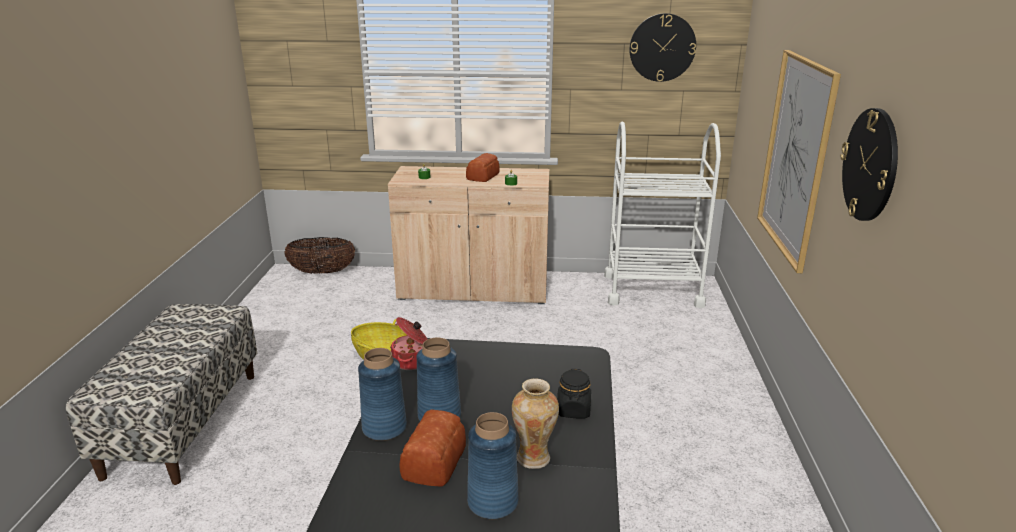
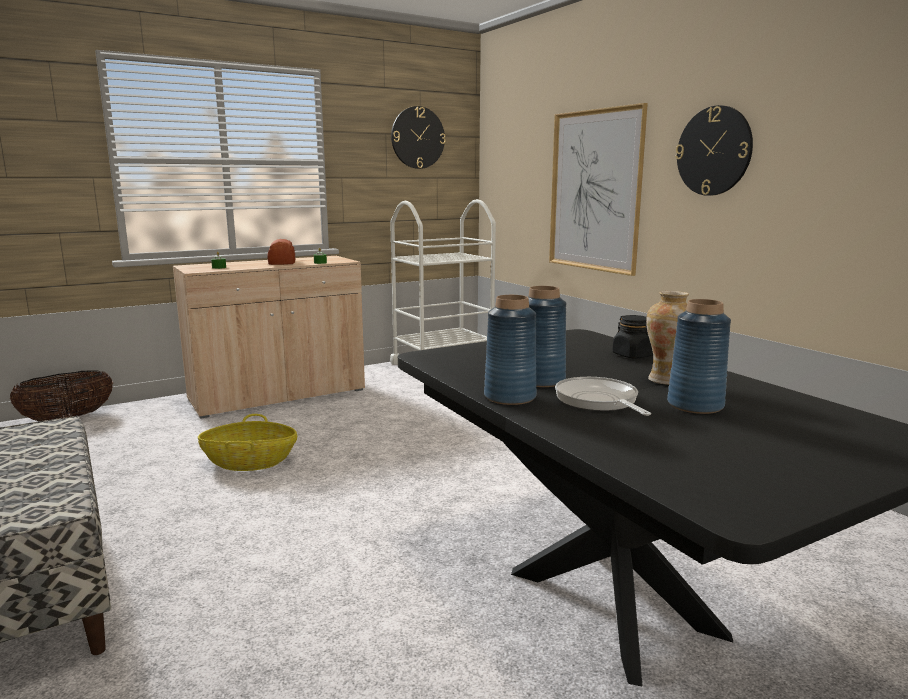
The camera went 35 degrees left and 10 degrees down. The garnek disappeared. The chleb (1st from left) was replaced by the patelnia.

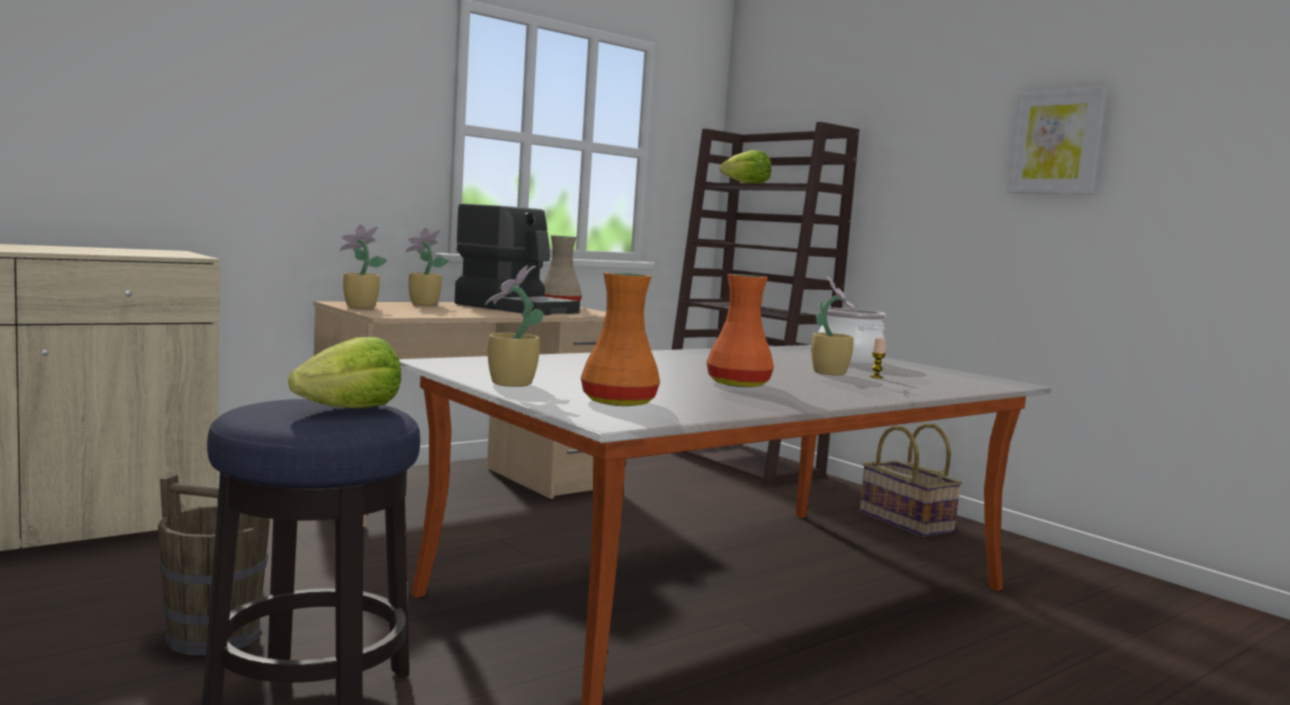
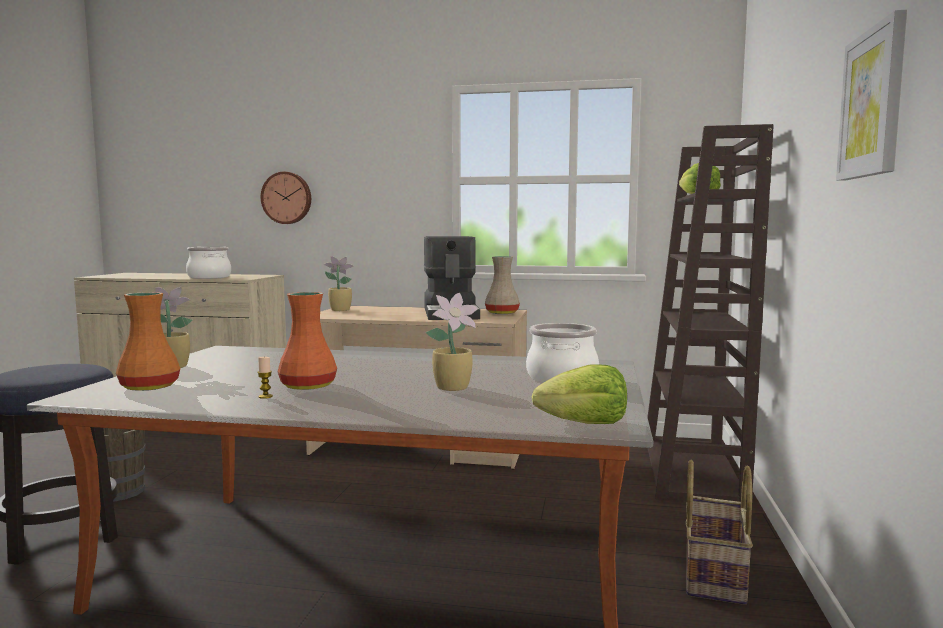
The camera went 50 degrees right and 0 degrees up. The roślina doniczkowa (2nd from left) disappeared. The sałata (1st from left) moved. The świeca moved. The zegar ścienny appeared. The garnek (1st from left) appeared.

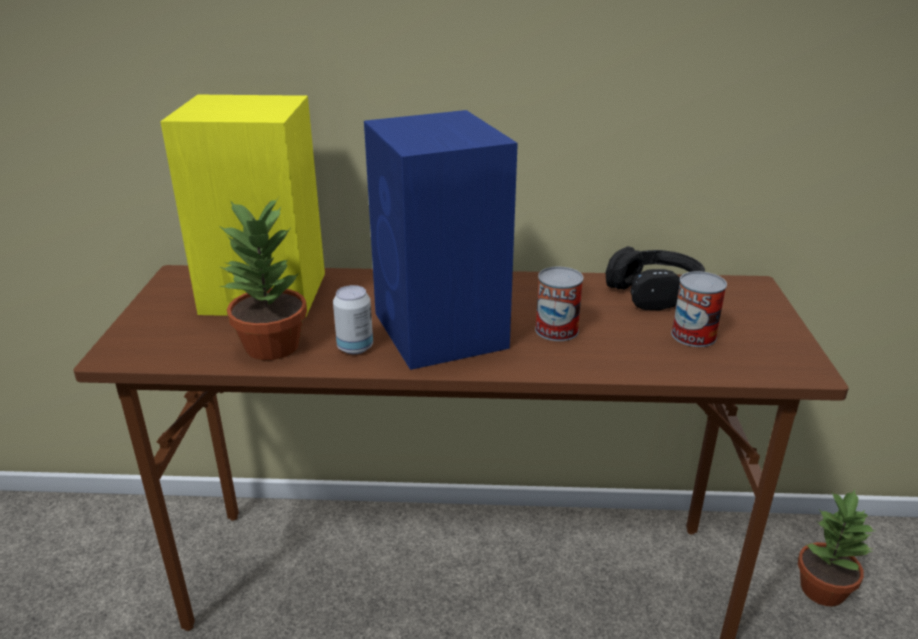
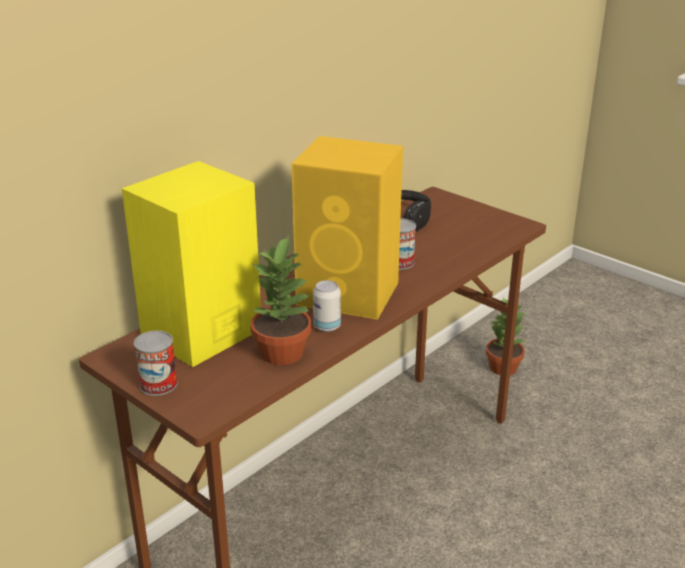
The camera went 50 degrees left and 0 degrees up. The głośnik [niebieski] became the głośnik [żółty] (2nd from left). The puszka (3rd from left in the first image) moved.

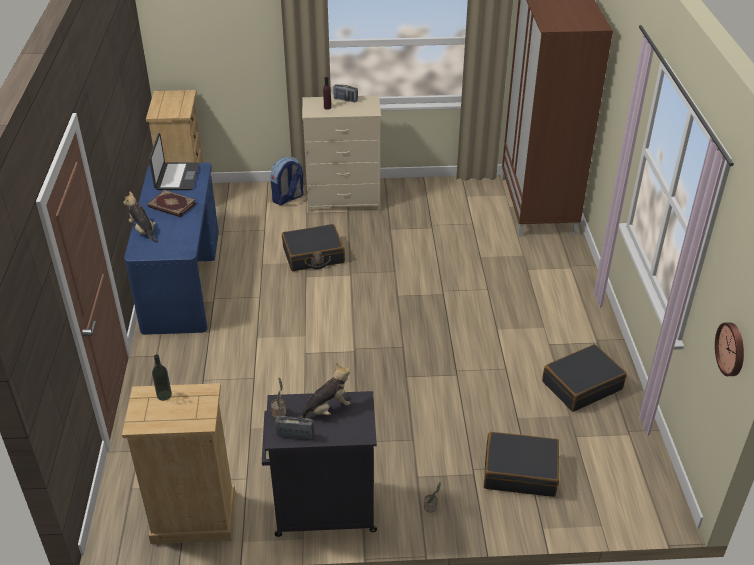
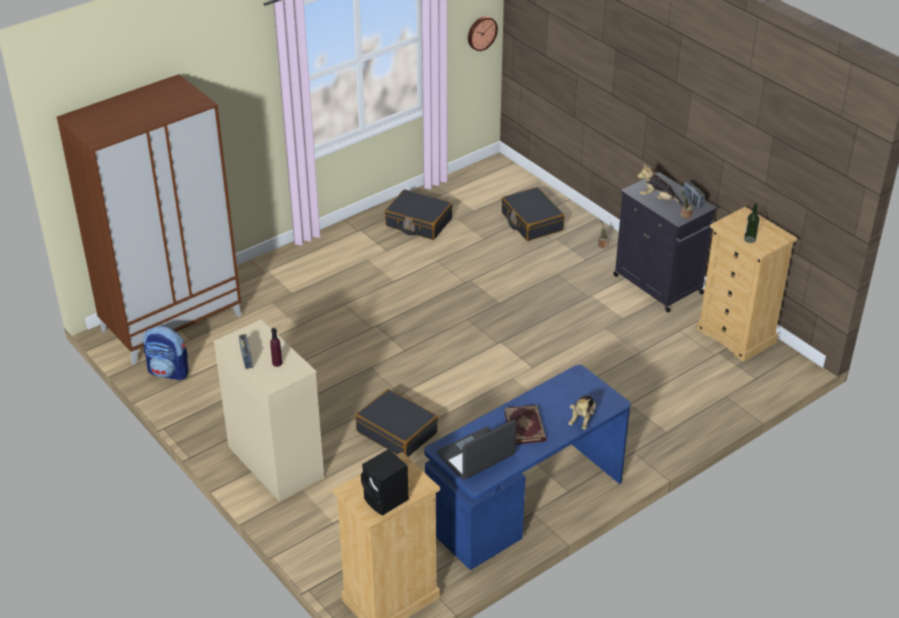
The camera went 125 degrees left and 0 degrees up. The plecak moved. The głośnik [czarny] appeared.

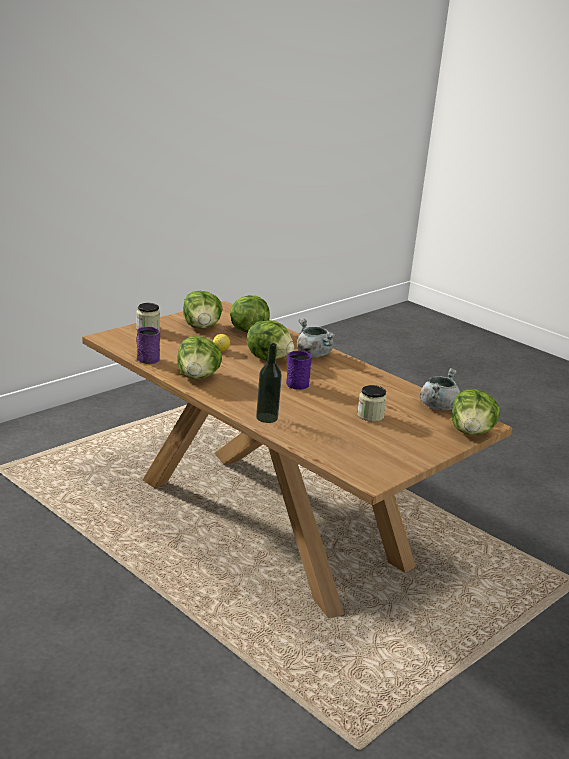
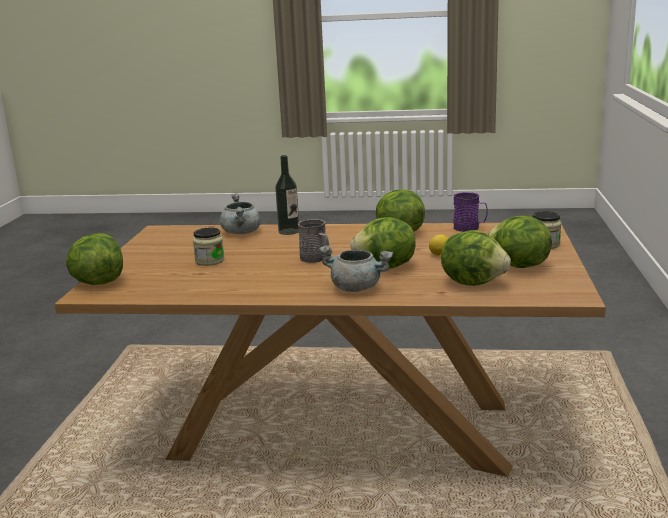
The camera went 145 degrees right and 5 degrees down. The kubek [fioletowy] (2nd from left) became the kubek [szary]. The garnek [szary] (2nd from left in the first image) moved.

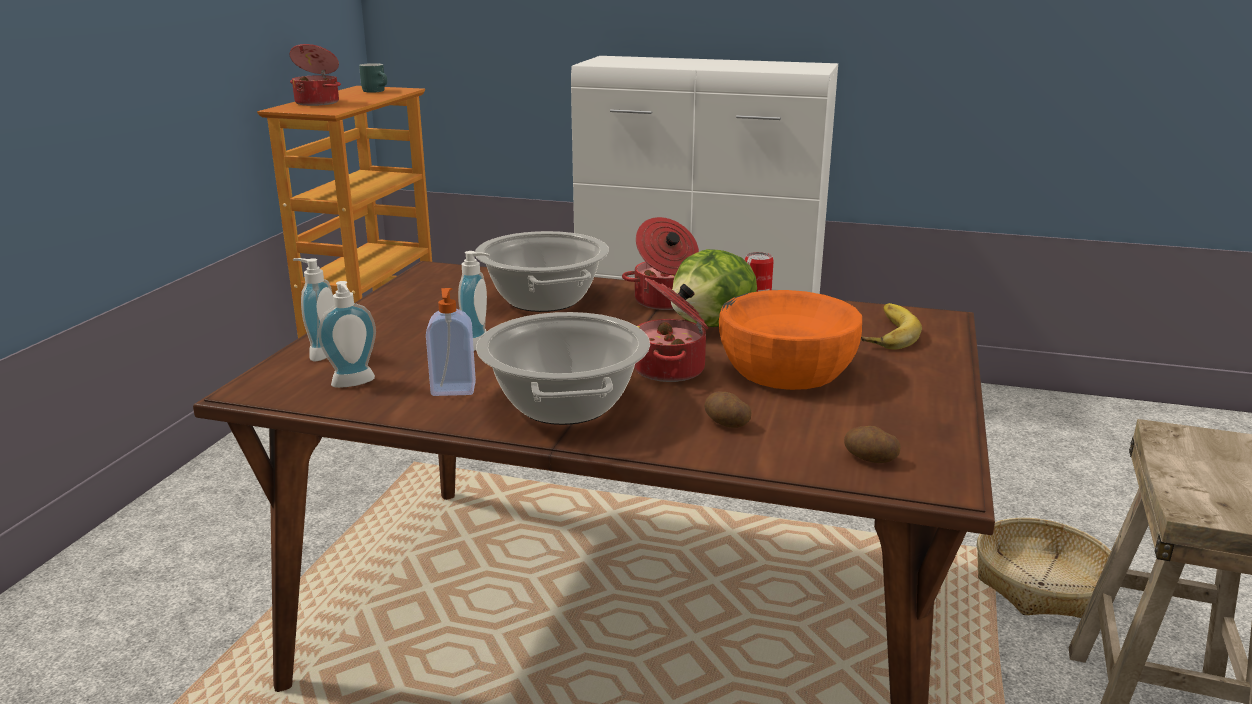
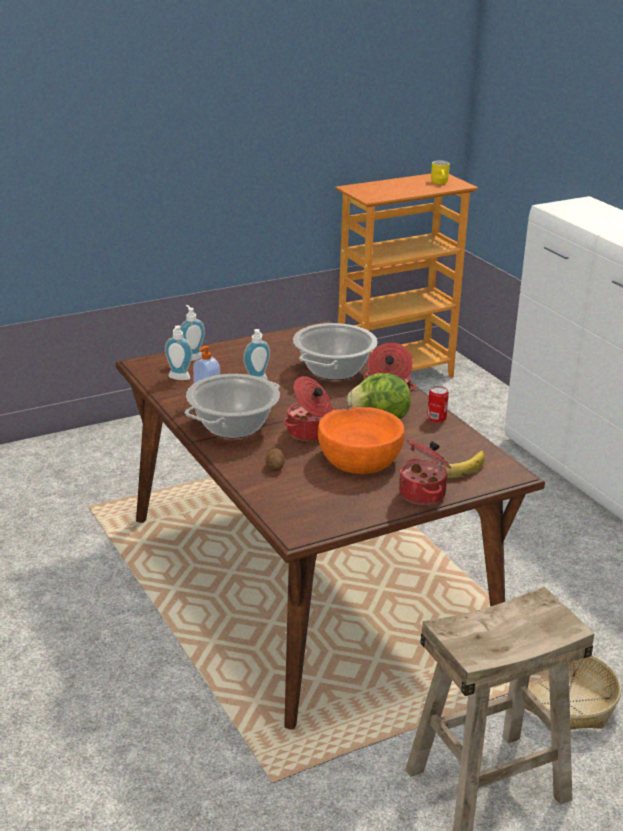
The camera went 45 degrees right and 5 degrees up. The garnek (1st from left in the first image) moved. The kubek [turkusowy] became the kubek [żółty]. The ziemniak (2nd from left) disappeared.

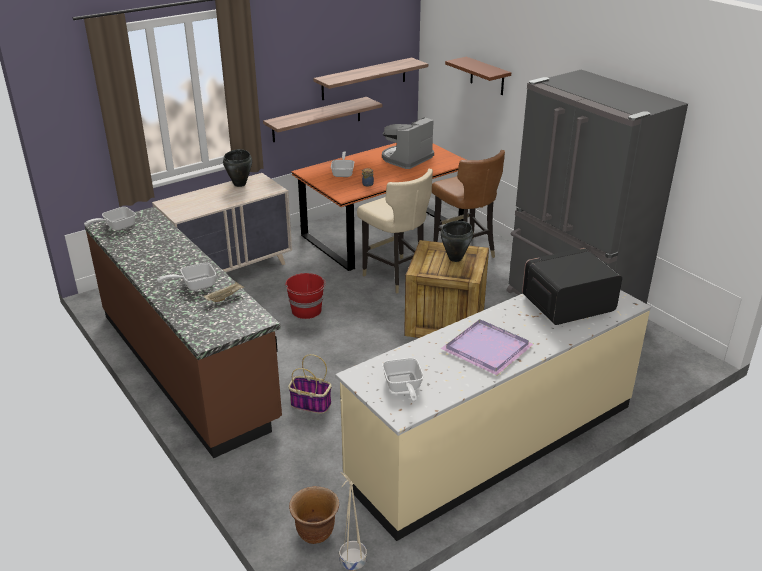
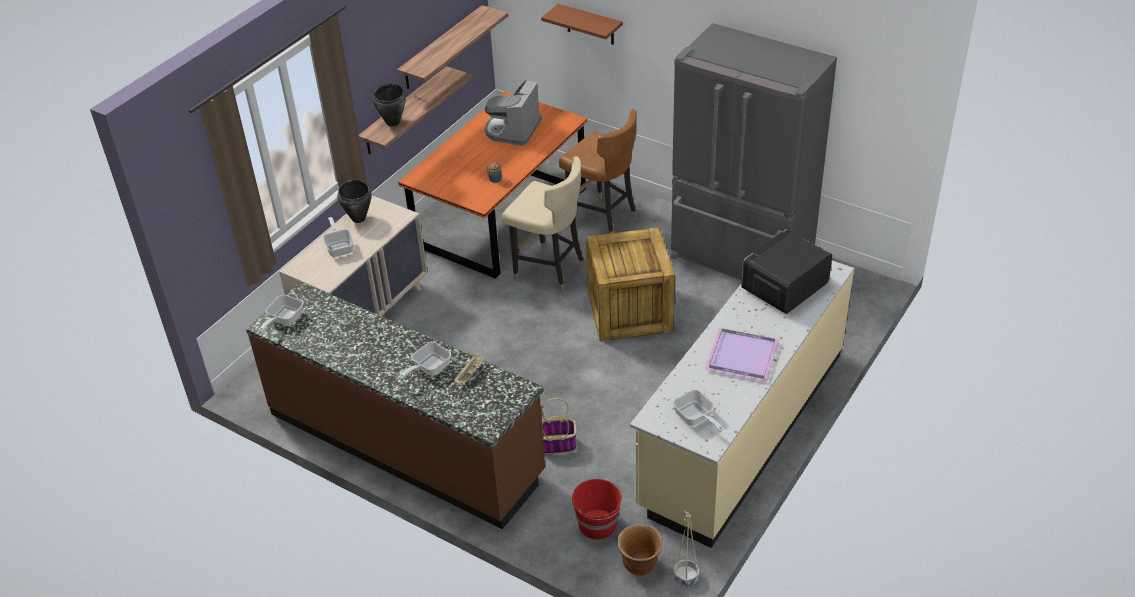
The camera went 20 degrees left and 10 degrees up. The patelnia (3rd from left in the first image) moved. The garnek [czarny] (2nd from left) moved. The wiadro [czerwony] moved.

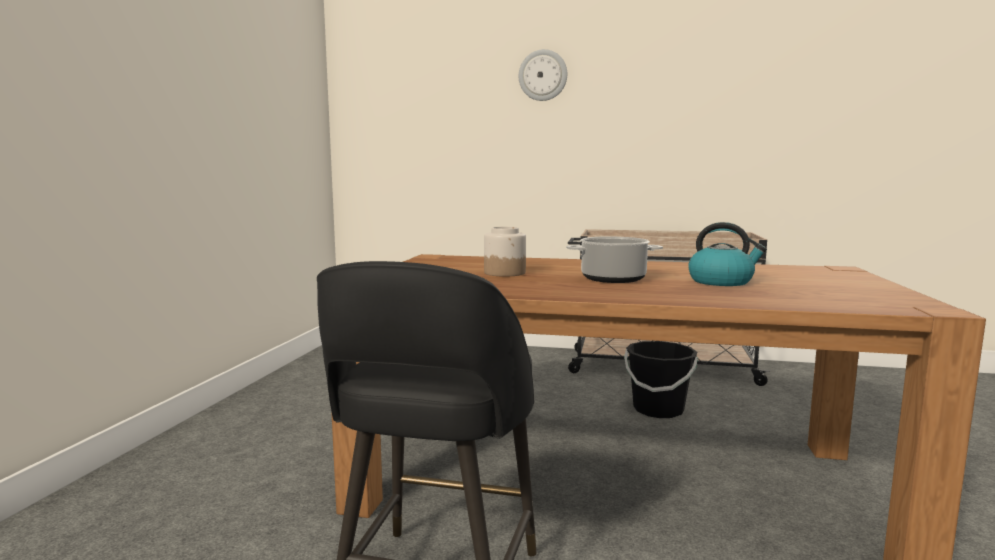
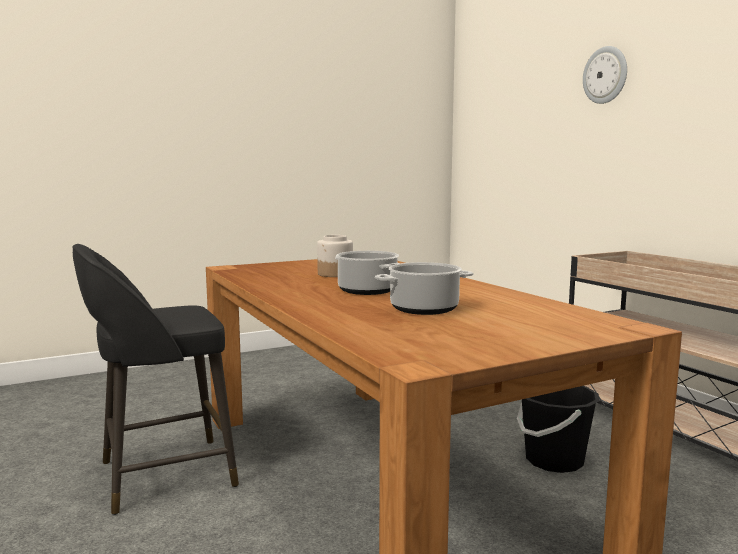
The camera went 50 degrees right and 0 degrees up. The czajnik was replaced by the garnek (2nd from left).

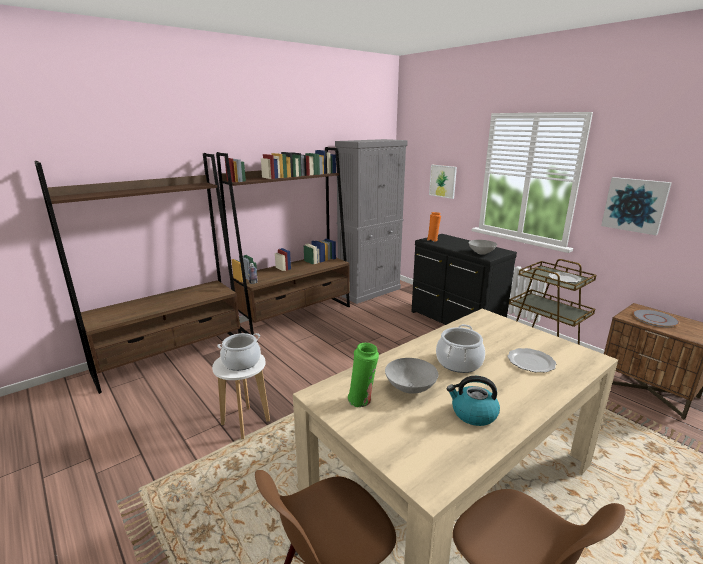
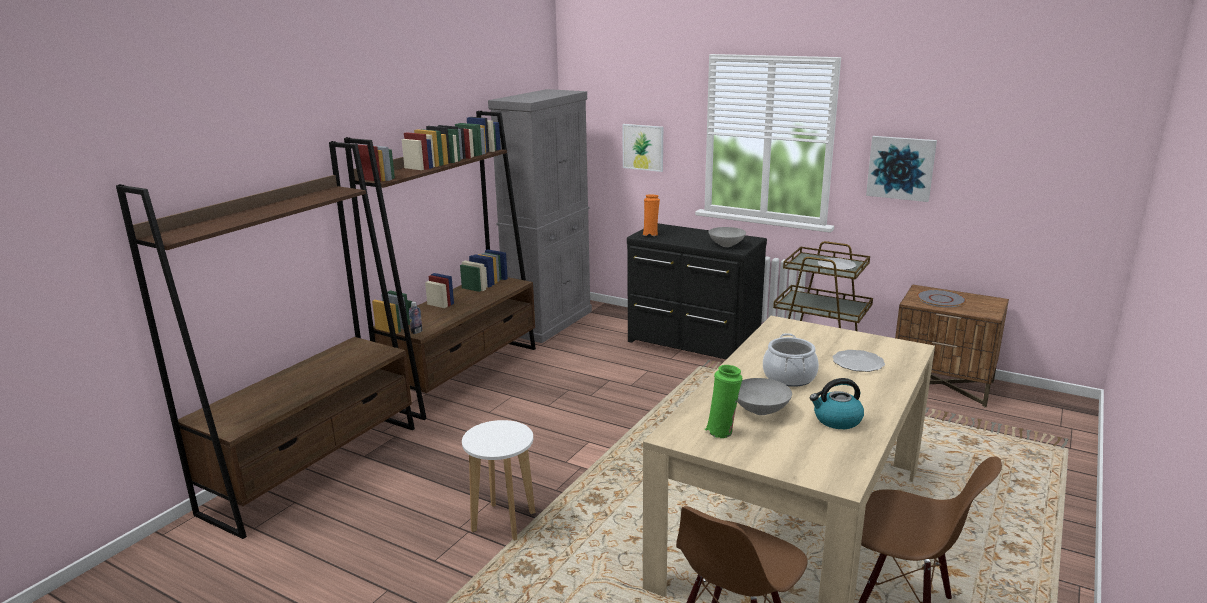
The camera went 20 degrees left and 0 degrees up. The garnek (1st from left) disappeared.

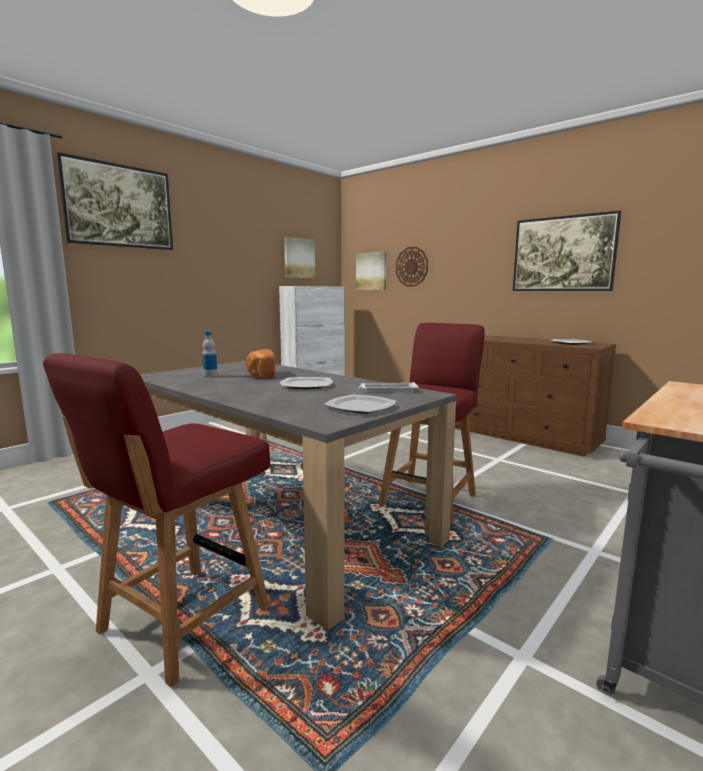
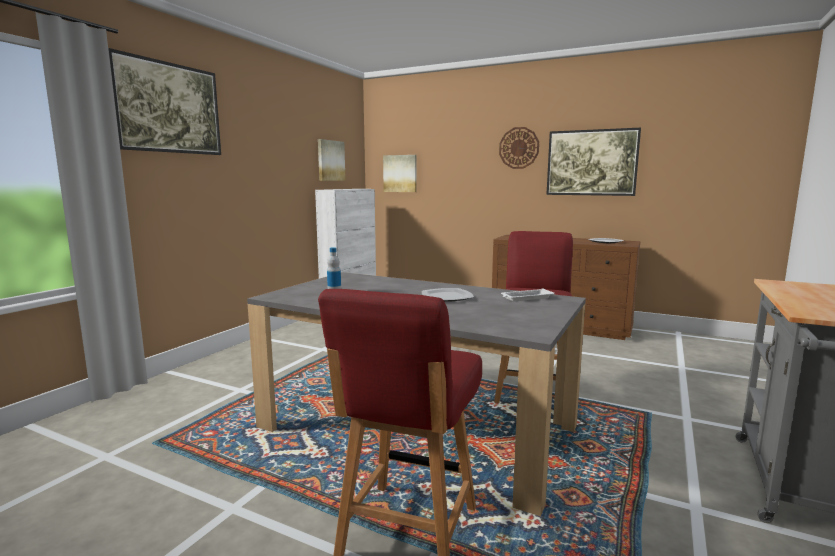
The camera went 15 degrees left and 0 degrees up. The zegar ścienny moved. The chleb disappeared. The talerz (2nd from left) disappeared.

